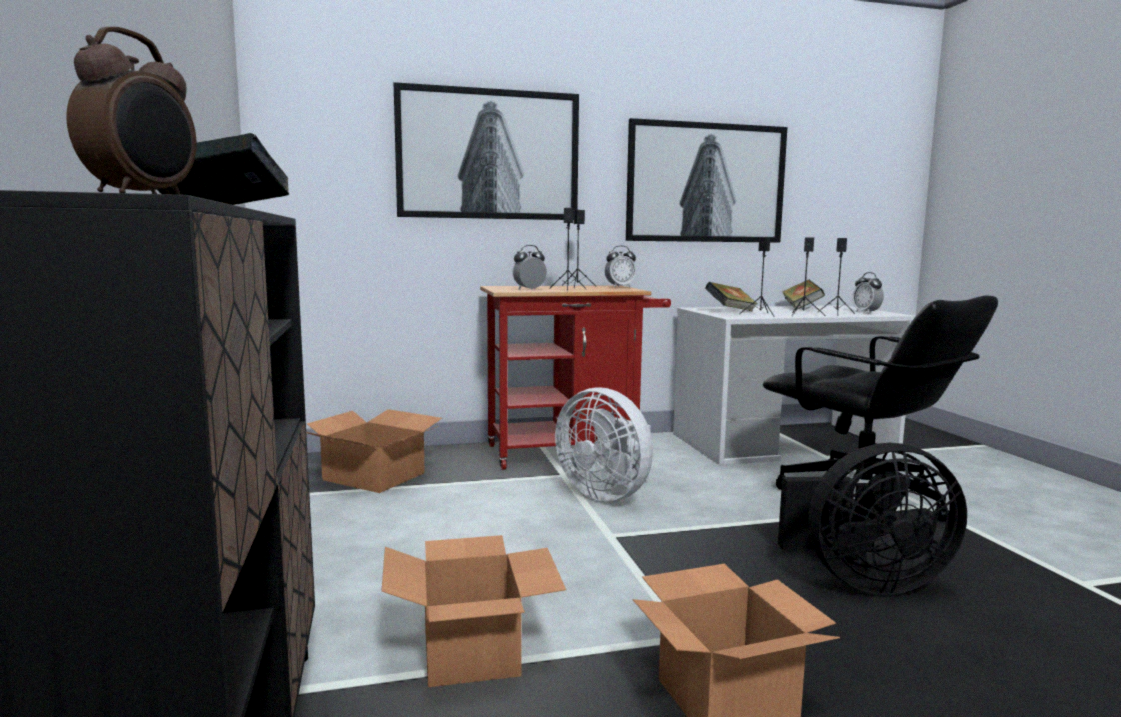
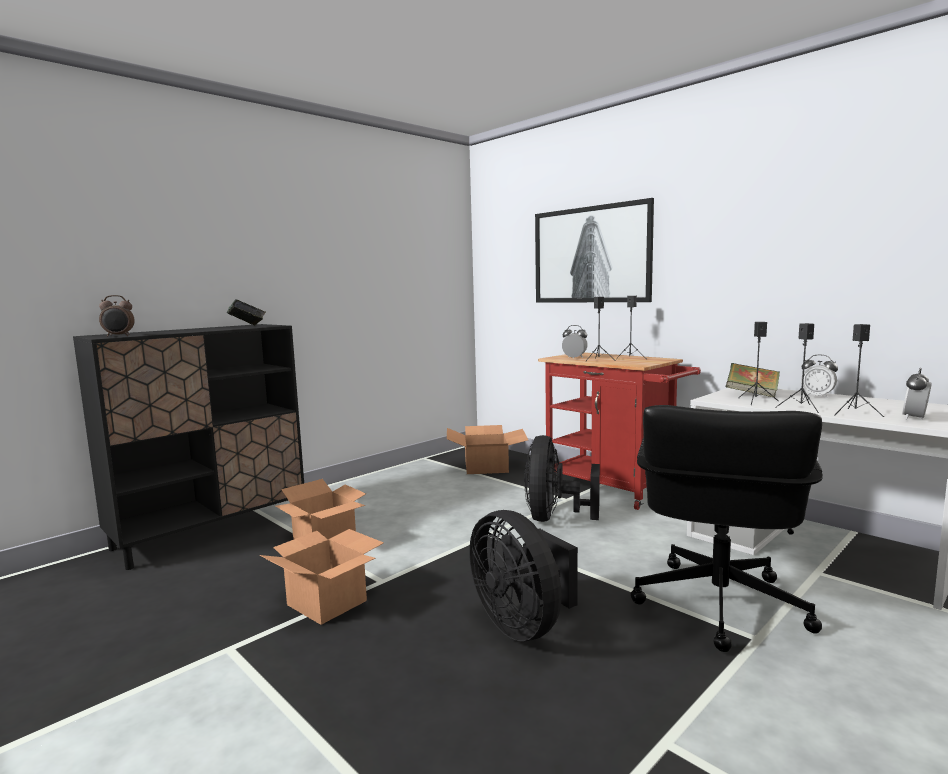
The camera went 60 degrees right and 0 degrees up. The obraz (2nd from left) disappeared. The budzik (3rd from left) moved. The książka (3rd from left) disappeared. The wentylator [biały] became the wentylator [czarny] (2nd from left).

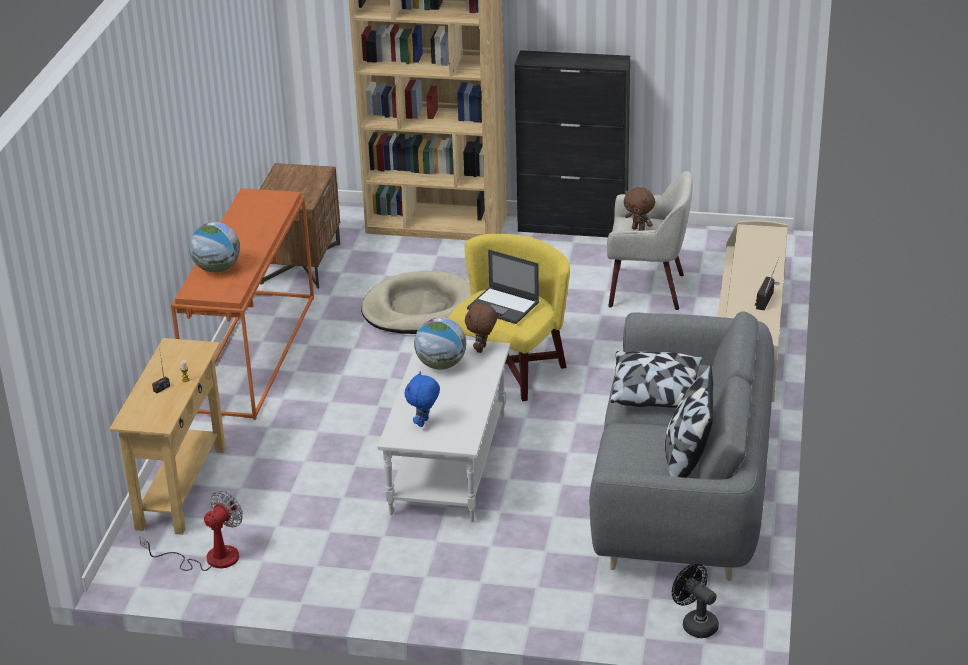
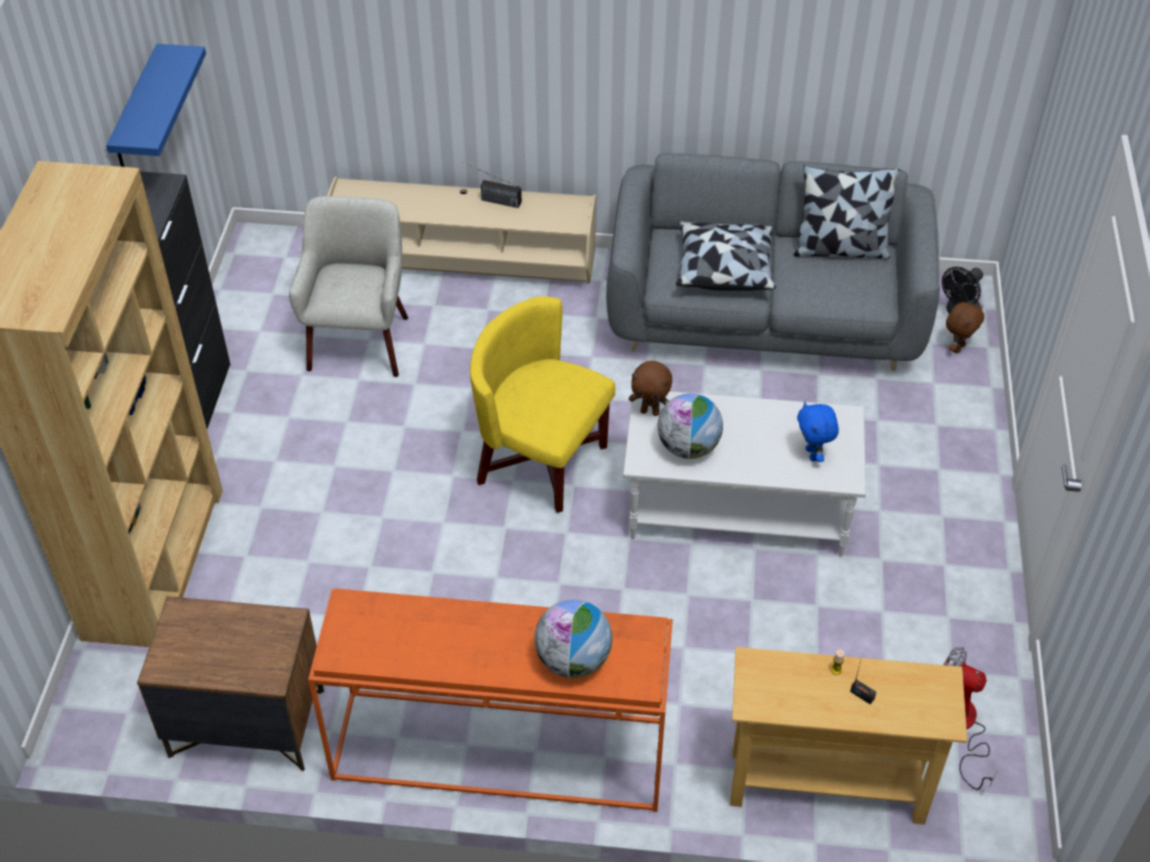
The camera went 95 degrees left and 15 degrees up. The pluszak [brązowy] (2nd from left) moved. The laptop disappeared. The legowisko [beżowy] disappeared. The pluszak [niebieski] turned 60 degrees clockwise. The półka [niebieski] appeared.

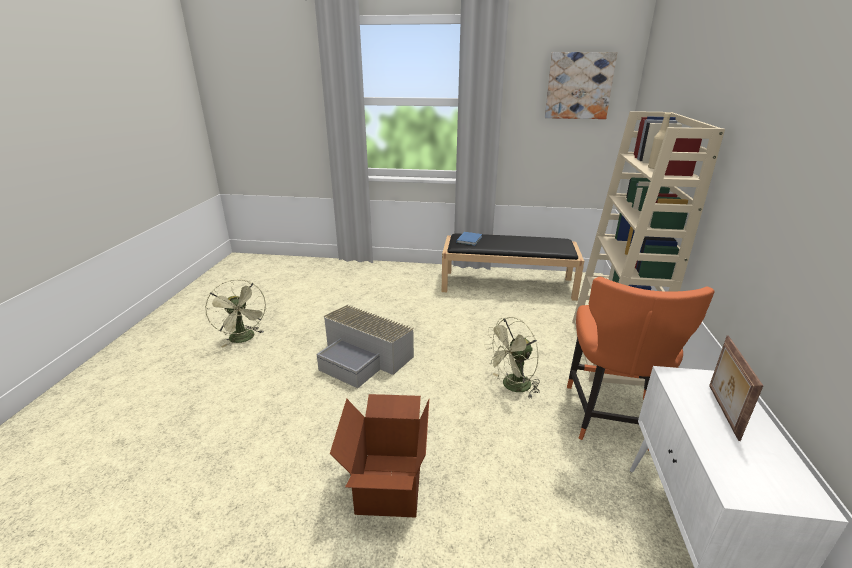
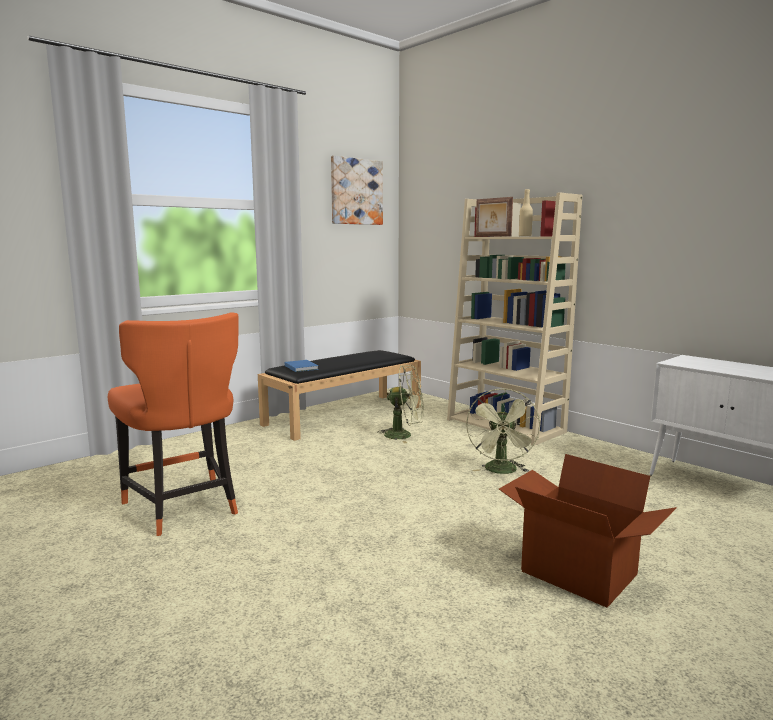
The camera went 50 degrees left and 15 degrees down. The krzesło [pomarańczowy] moved. The wentylator [zielony] (1st from left) moved. The pojemnik do przechowywania [szary] disappeared. The ramka na zdjęcie moved.

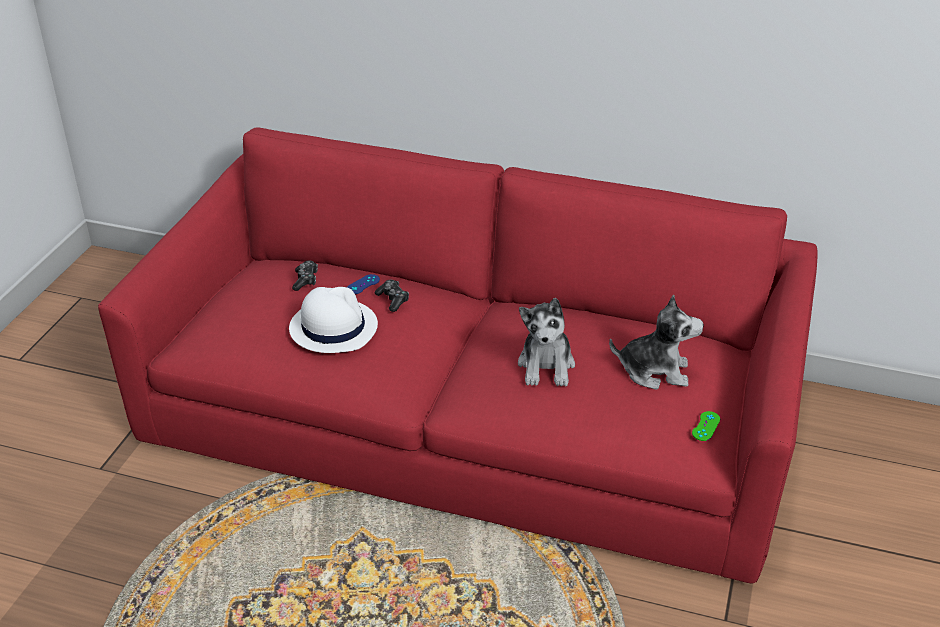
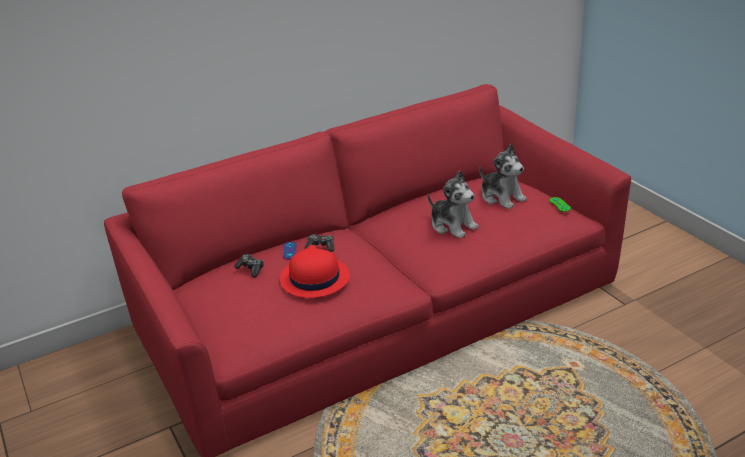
The camera went 45 degrees left and 5 degrees down. The kapelusz [biały] became the kapelusz [czerwony]. The pluszak (2nd from left) turned 90 degrees clockwise.

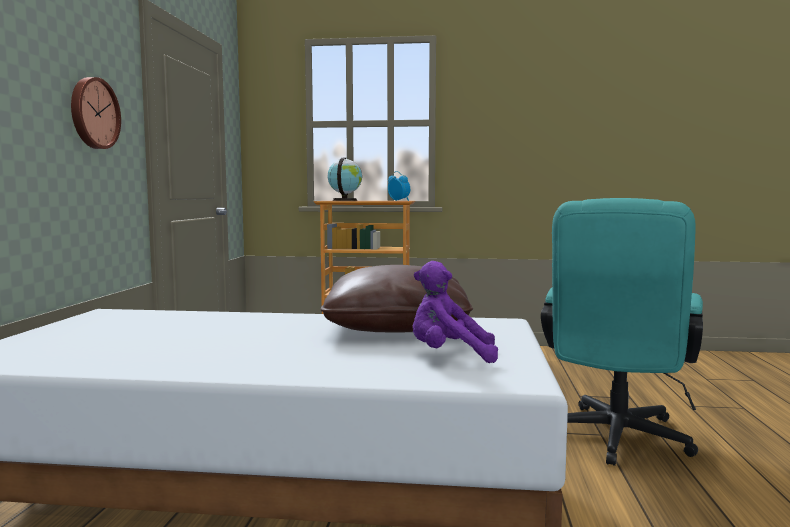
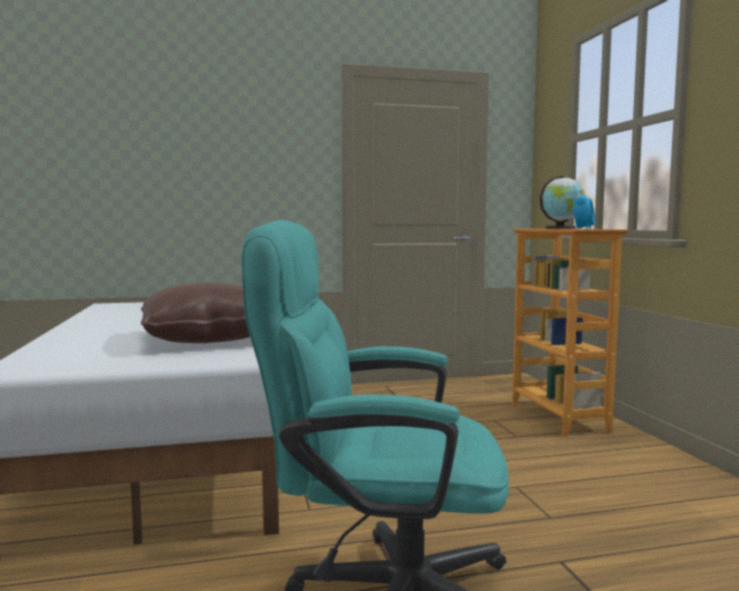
The camera went 70 degrees right and 0 degrees up. The zegar ścienny disappeared. The pluszak [fioletowy] disappeared.

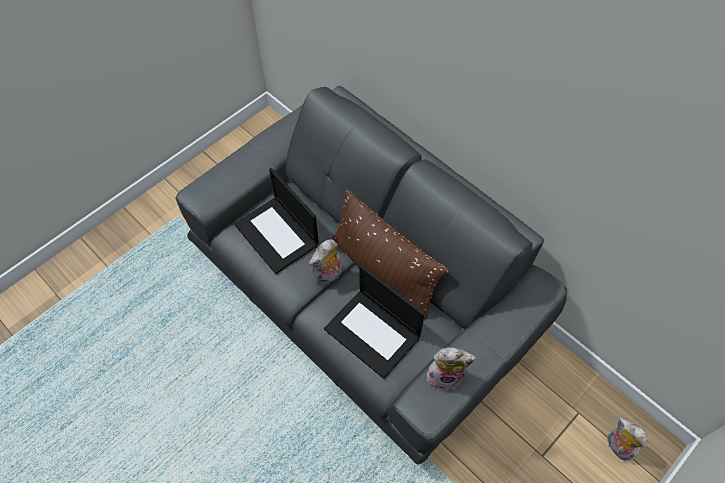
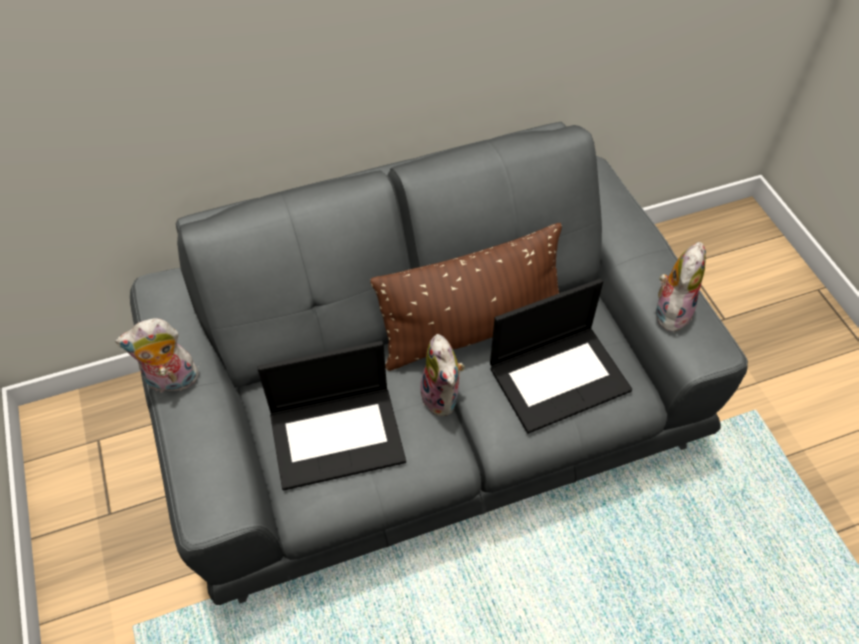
The camera went 65 degrees left and 5 degrees down. The pluszak (3rd from left in the first image) moved.

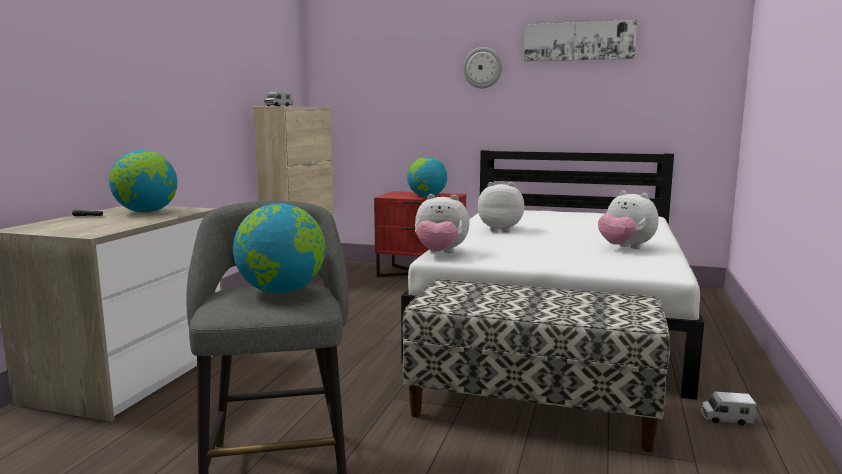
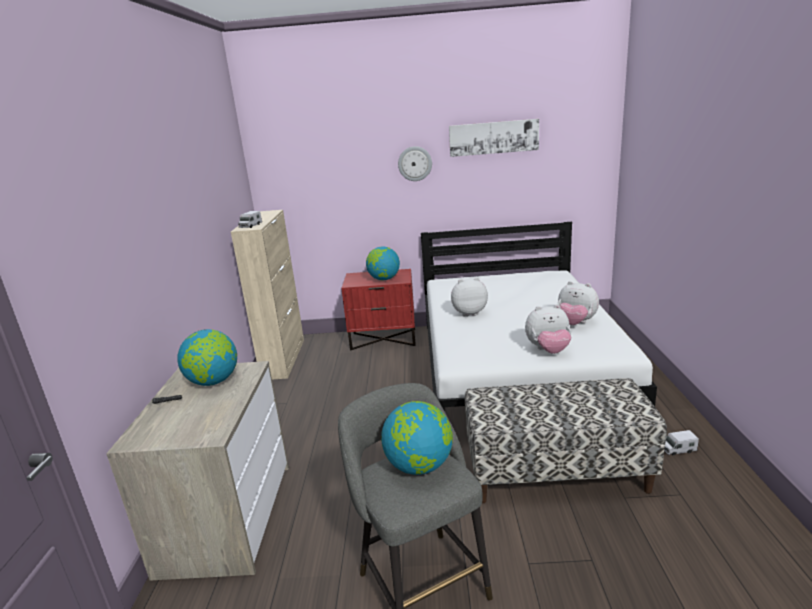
The camera went 15 degrees left and 10 degrees up. The pluszak (1st from left in the first image) moved.

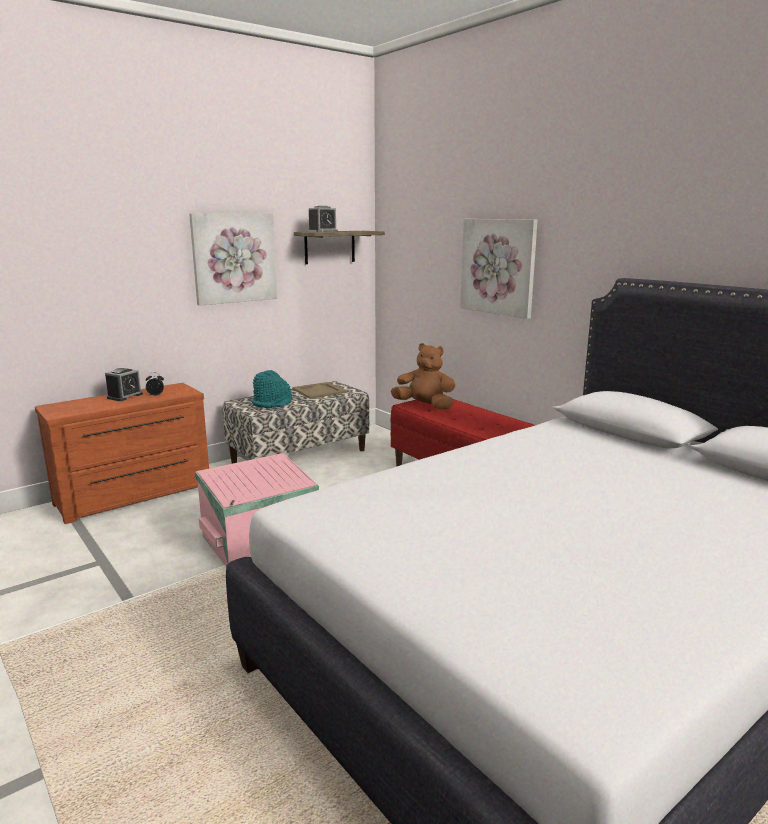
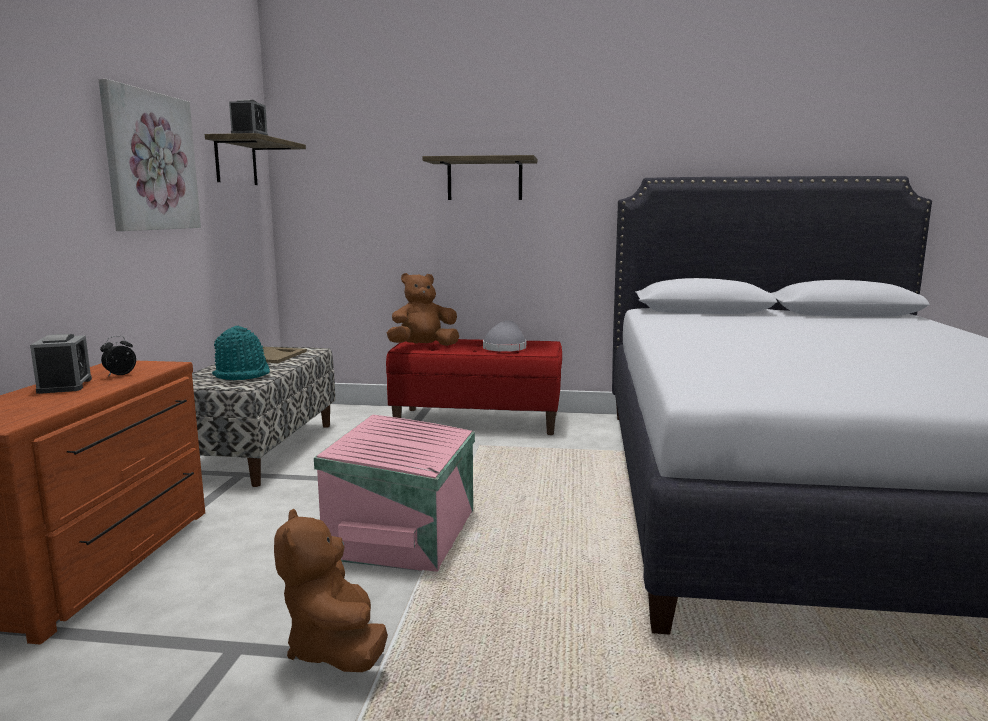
The camera went 45 degrees left and 5 degrees down. The obraz (2nd from left) was replaced by the półka (2nd from left). The kapelusz [szary] appeared. The pluszak [brązowy] (1st from left) appeared.

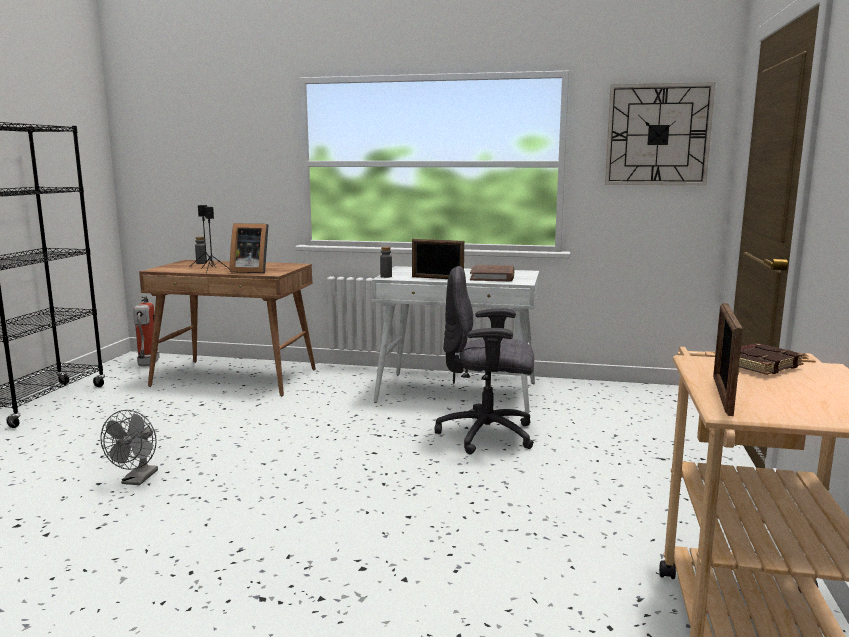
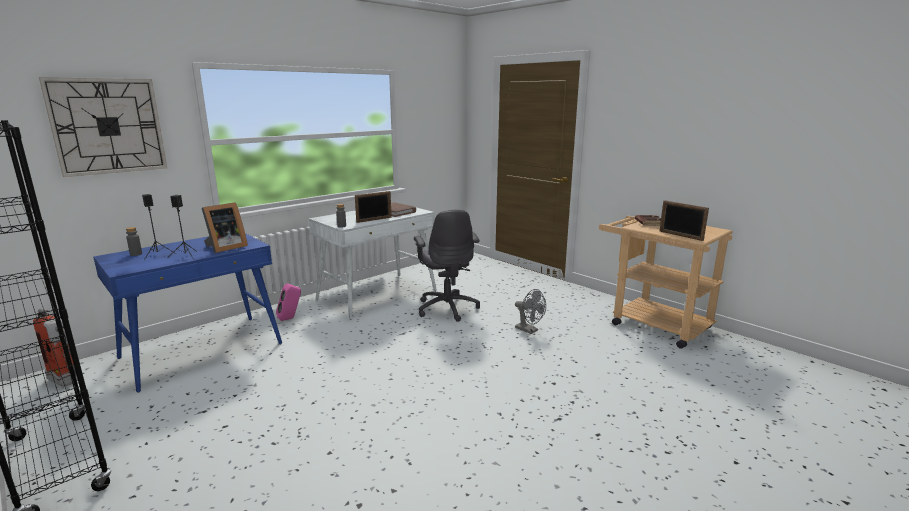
The camera went 55 degrees left and 5 degrees up. The zegar ścienny moved. The biurko [brązowy] became the biurko [niebieski]. The krzesło biurowe [szary] turned 60 degrees counterclockwise. The wentylator [szary] moved. The głośnik [różowy] appeared.

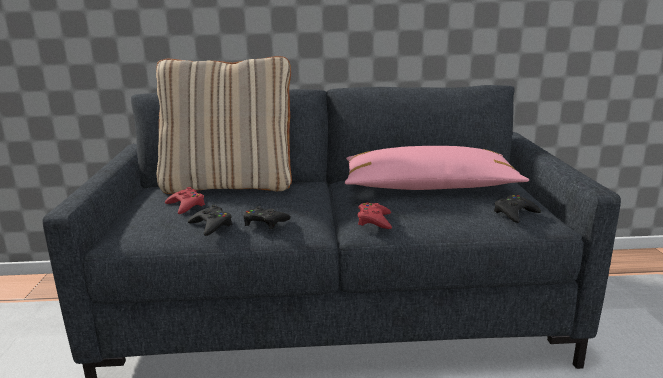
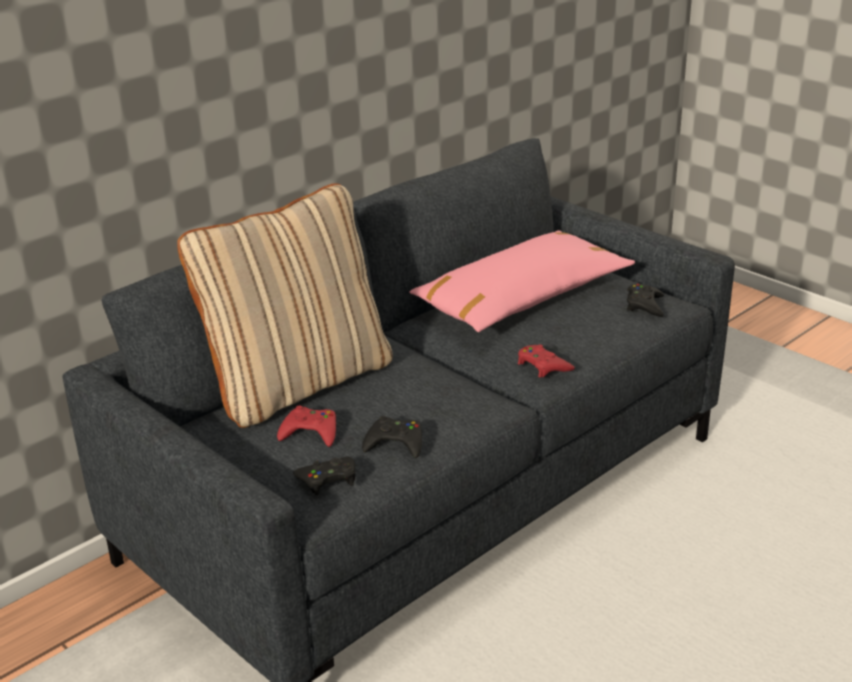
The camera went 40 degrees left and 10 degrees up. The pad do gier [czarny] (2nd from left in the first image) moved.

